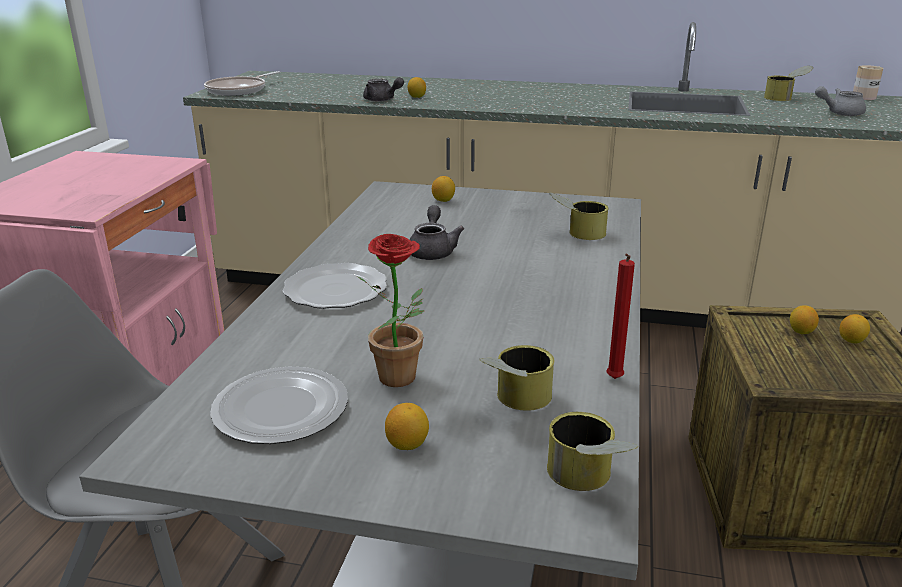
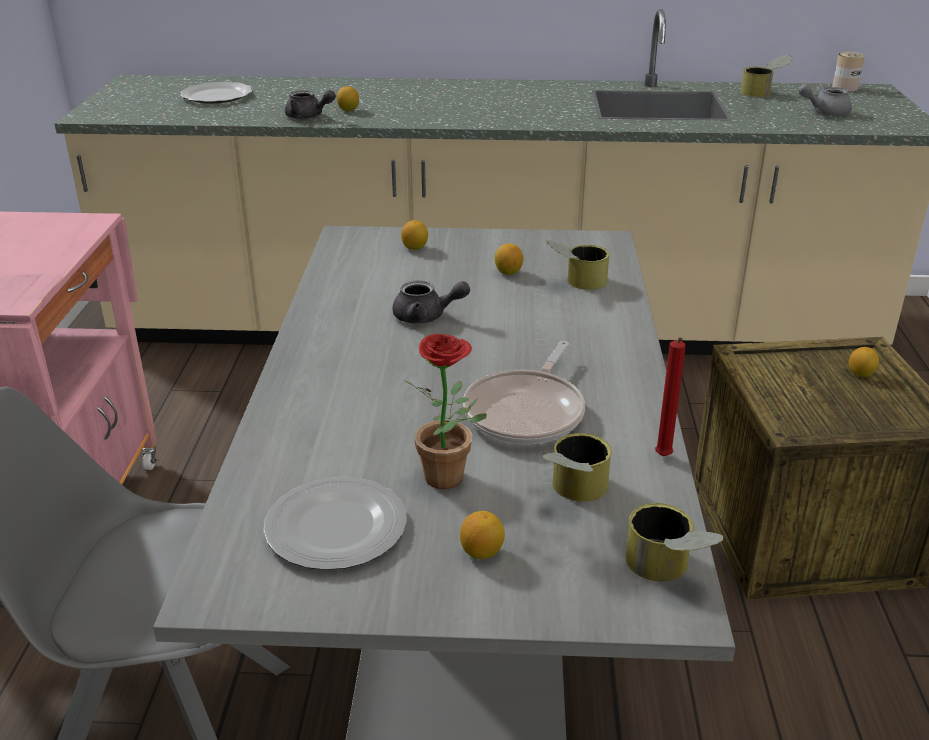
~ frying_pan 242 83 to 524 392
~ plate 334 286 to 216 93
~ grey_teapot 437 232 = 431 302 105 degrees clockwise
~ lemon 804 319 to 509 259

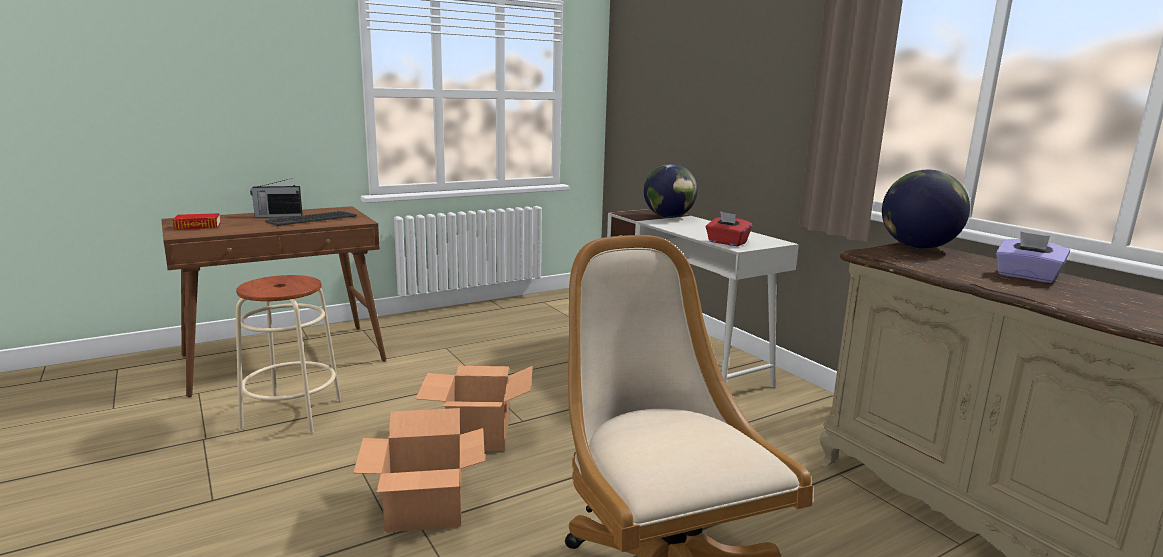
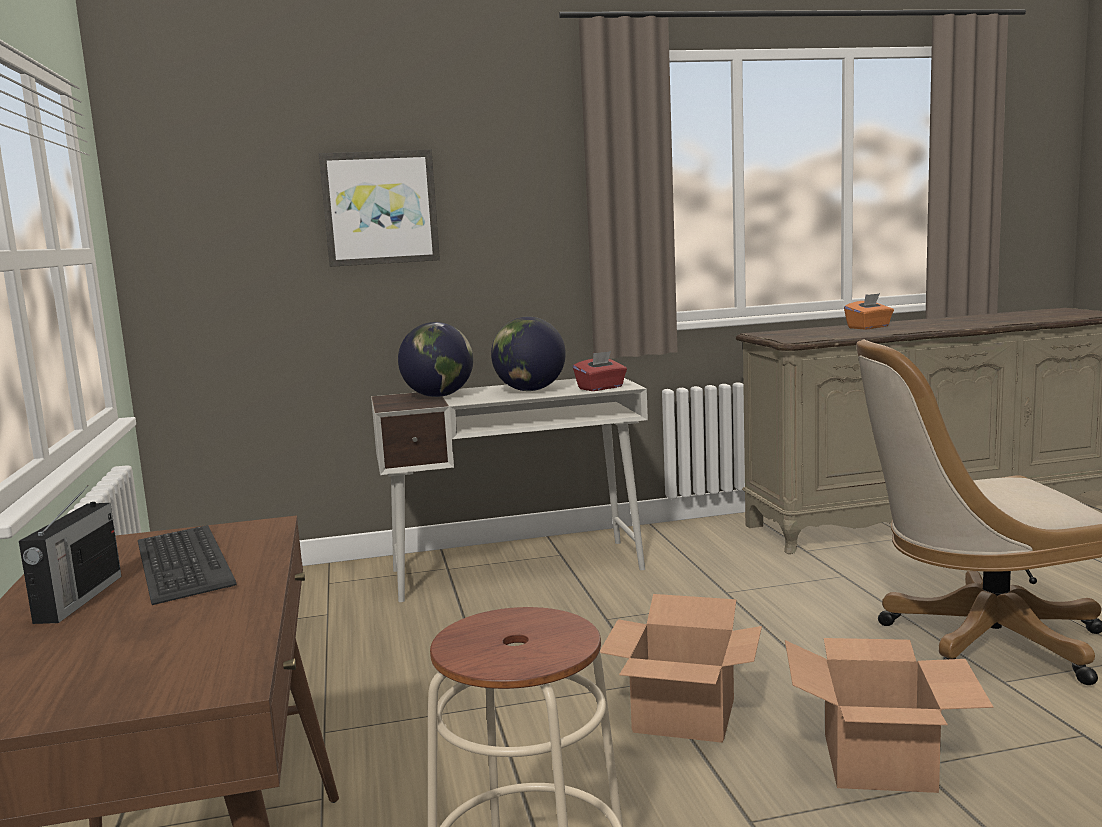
- book 197 221
~ globe 926 209 to 528 354
~ purple_tissue_box 1033 257 to orange_tissue_box 869 311
+ picture 379 208

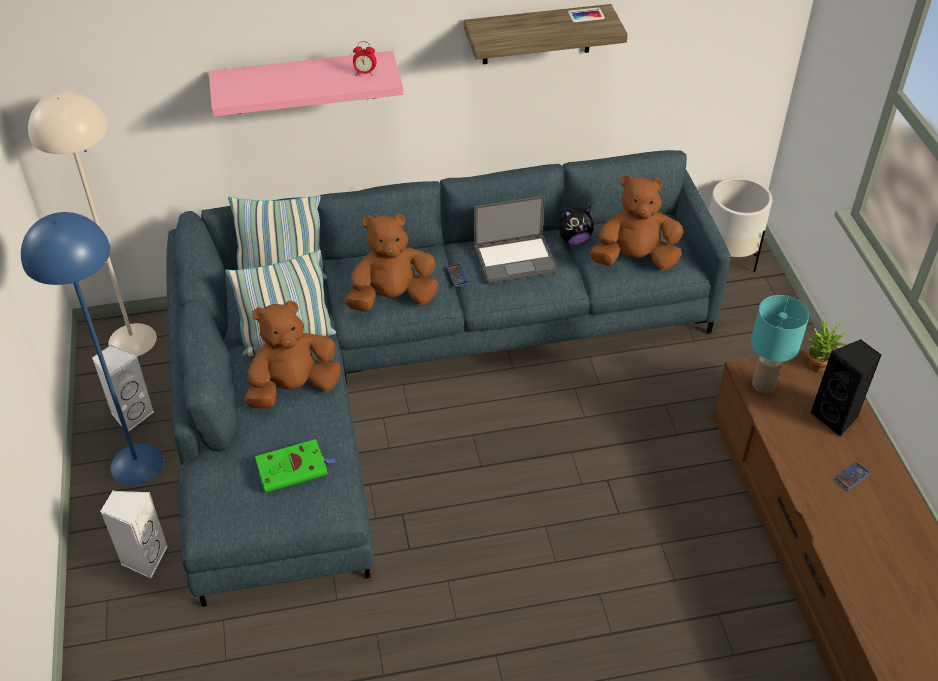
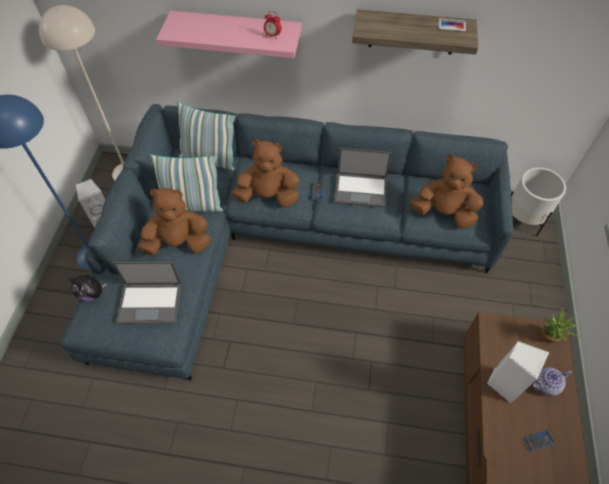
~ white_speaker 134 534 to 518 372
~ green_book 295 466 to laptop 147 293
~ plush_toy 576 225 to 87 287
- turquoise_table_lamp 780 344
~ black_speaker 846 387 to teapot 552 381

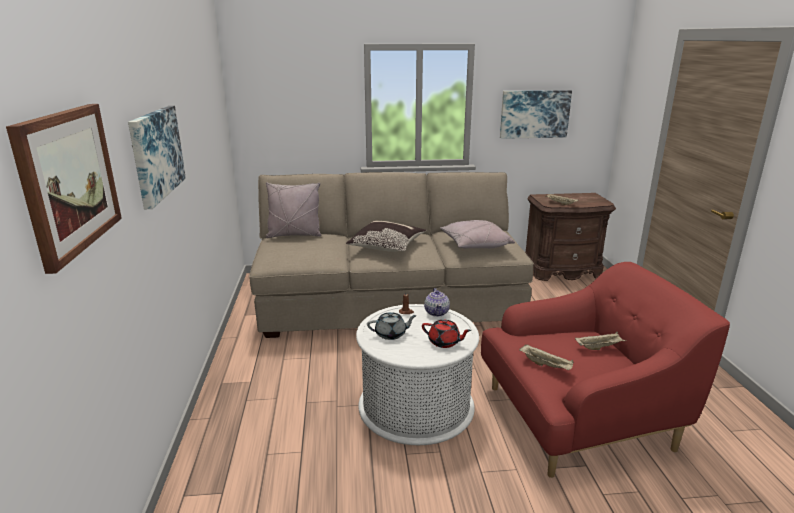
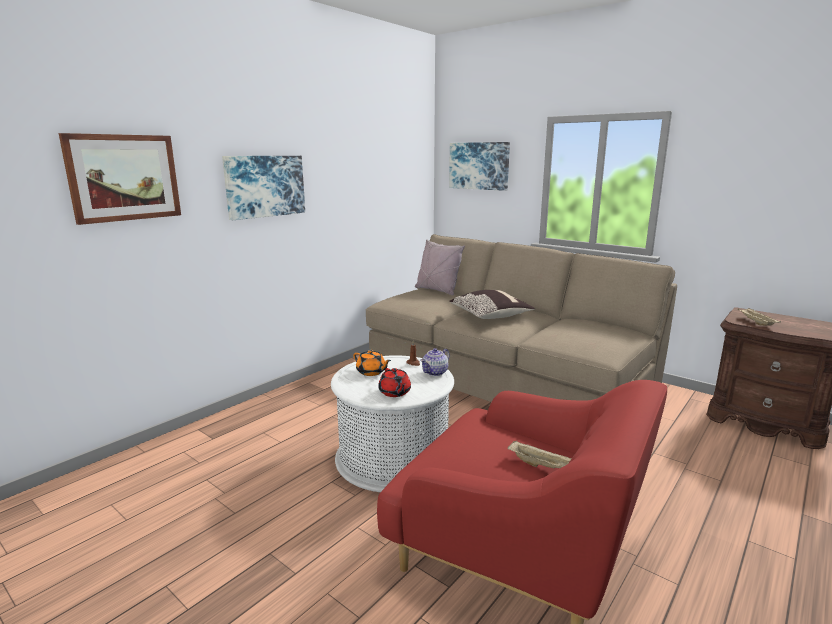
~ grey_teapot 392 326 to orange_teapot 372 363
- purple_pillow 477 234
~ picture 536 114 to 479 166
- beige_tray 546 357

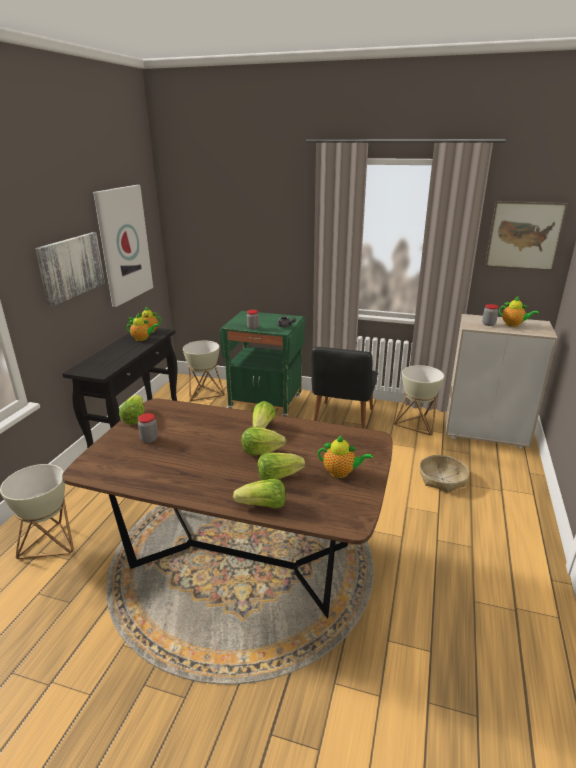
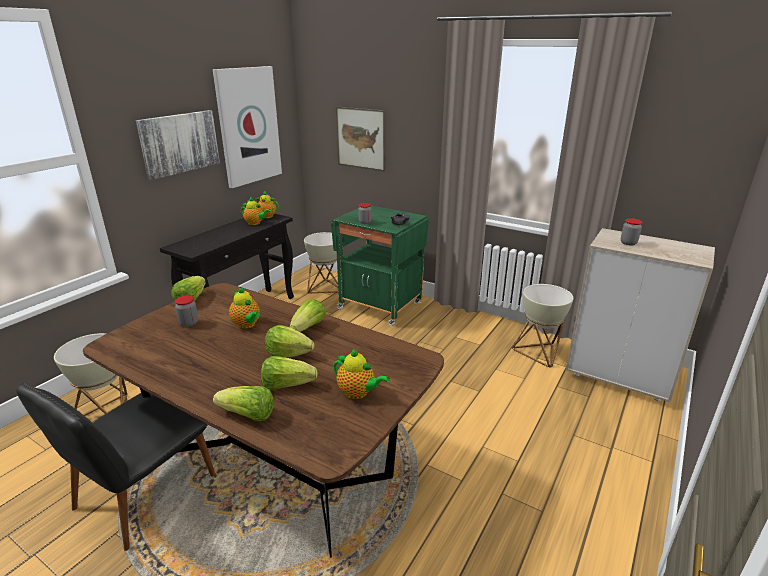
~ black_chair 344 388 to 115 467
- basket 444 474
~ picture 526 236 to 361 139
~ teapot 519 312 to 244 308

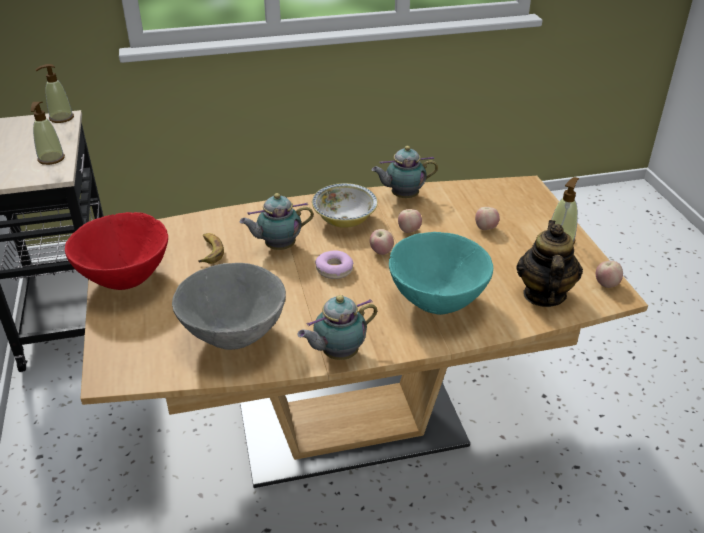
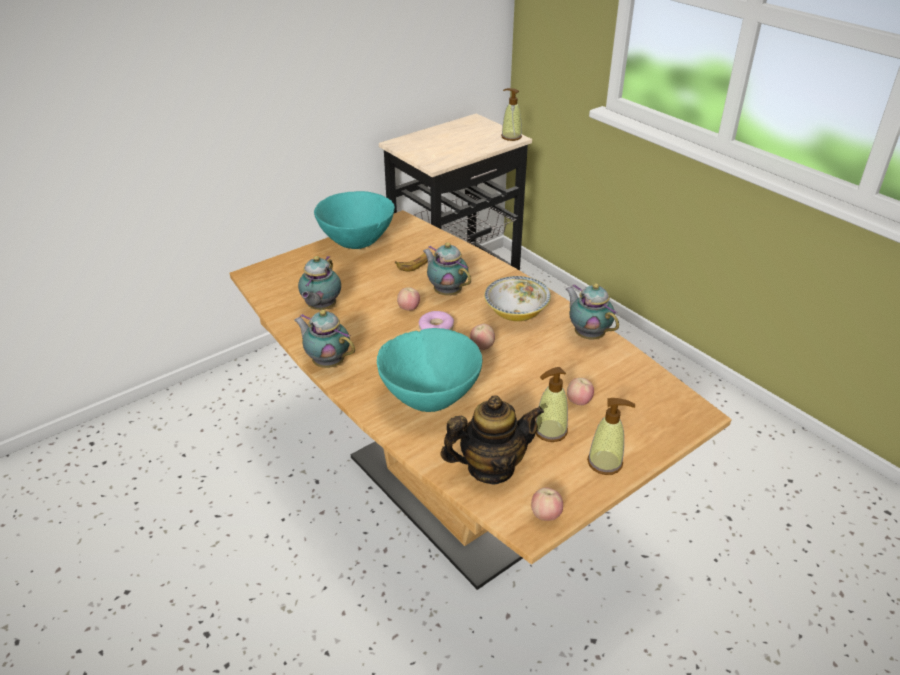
~ soap_dispenser 48 133 to 552 404
~ red_bowl 116 251 to turquoise_bowl 354 220
~ grey_bowl 229 306 to teapot 319 283
~ apple 410 221 to 408 299

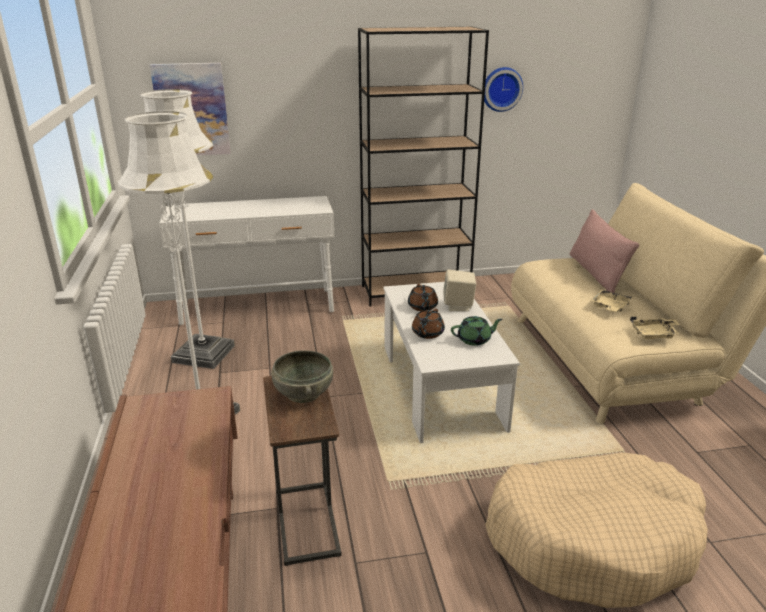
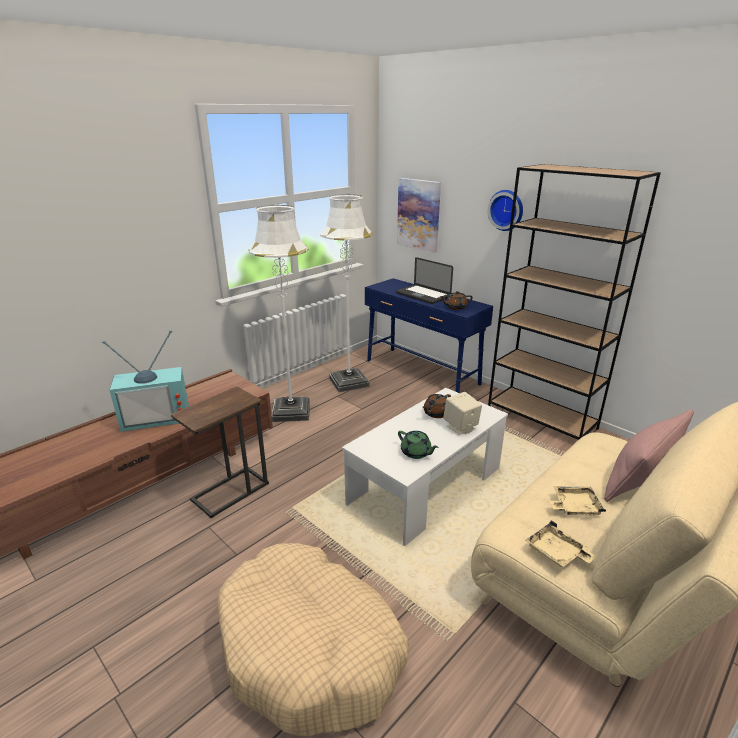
~ white_console_table 246 260 to blue_console_table 429 335
- grey_bowl 302 376
~ brown_teapot 428 324 to 456 300
~ wall_clock 503 89 to 505 210
+ television 145 381
+ laptop 424 280

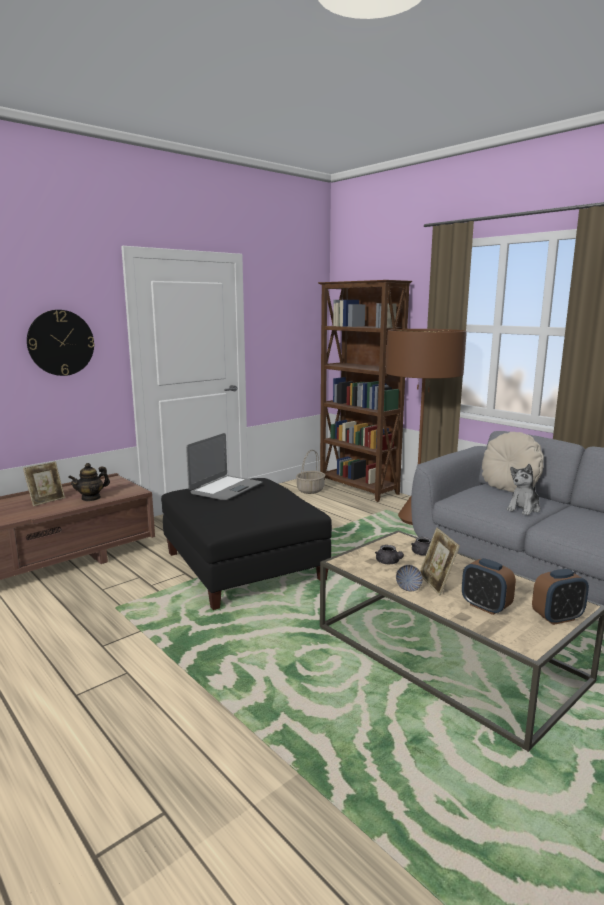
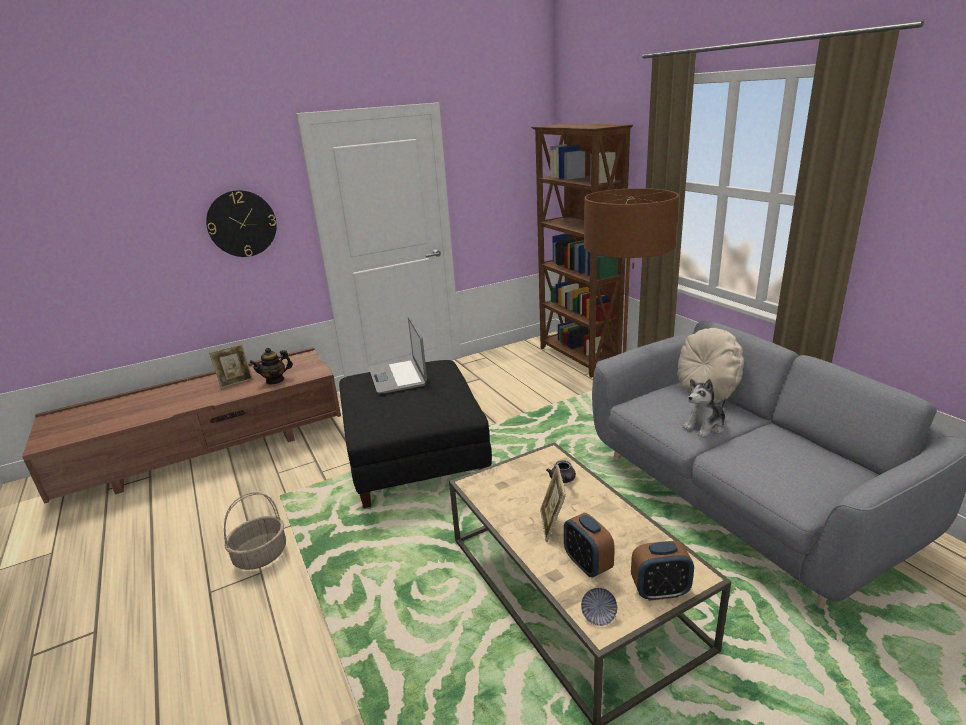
~ laptop 224 466 = 398 355 120 degrees clockwise
~ basket 310 472 to 255 531
- grey_teapot 389 554
~ bowl 409 578 to 599 606

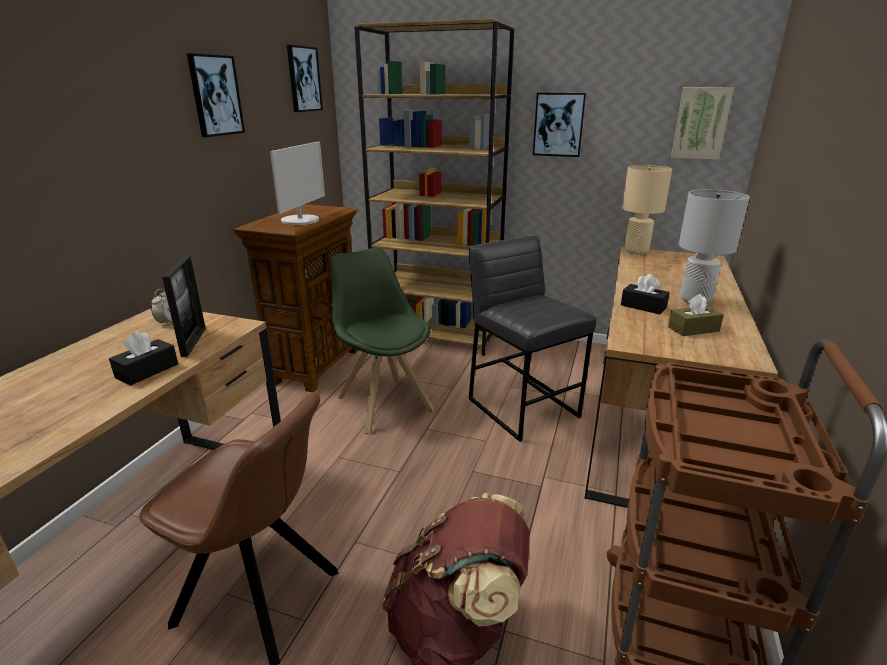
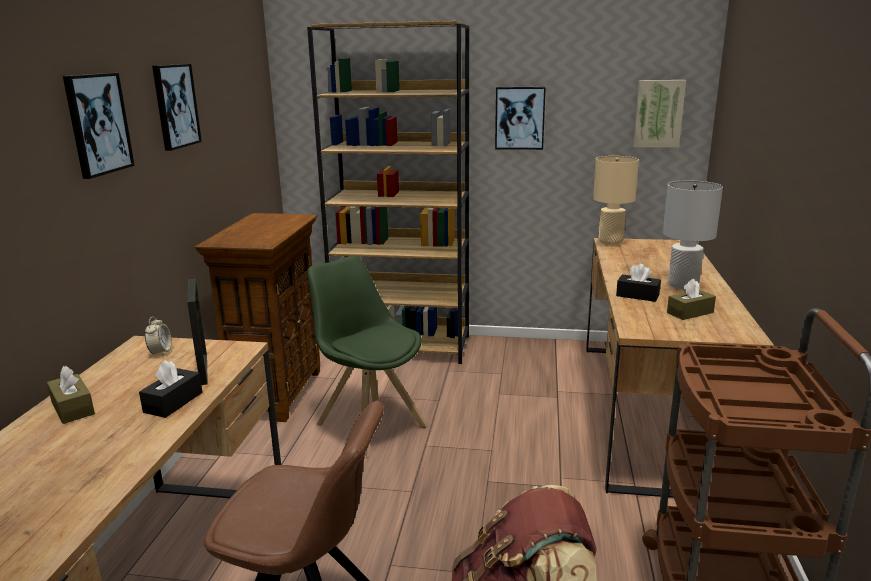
- monitor 297 183
~ picture 305 78 to 99 126
- grey_stool 532 339
+ brown_tissue_box 71 395

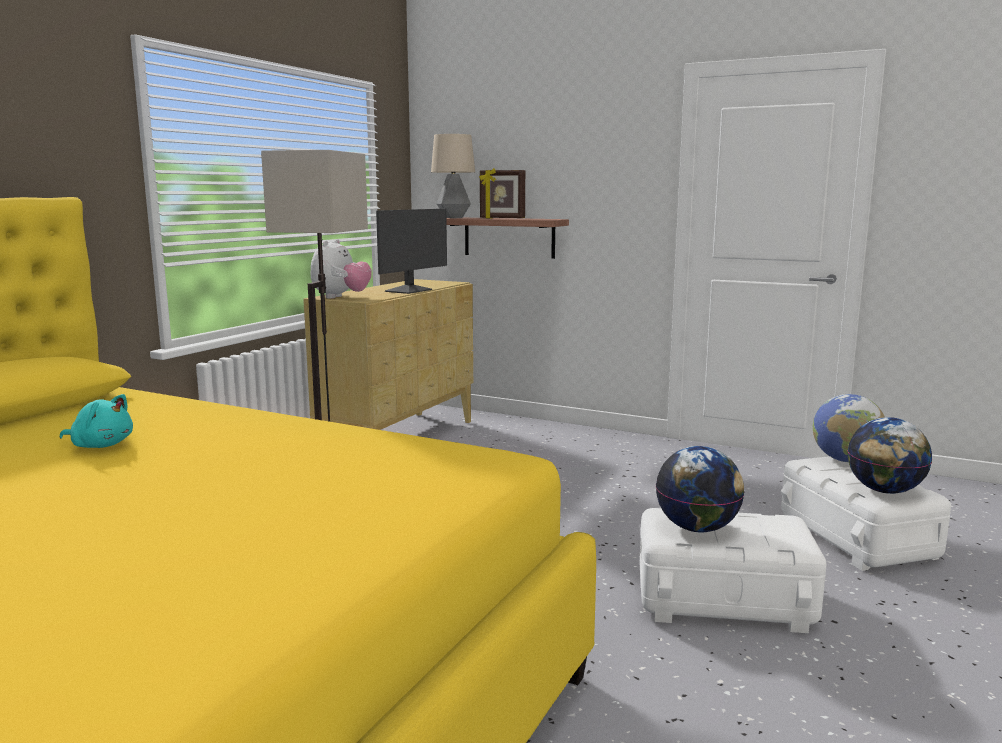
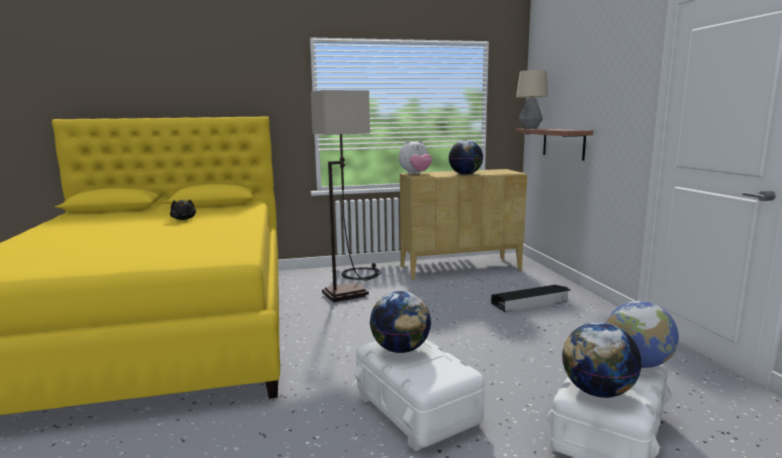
~ turquoise_plush_toy 96 421 to black_plush_toy 183 209
~ monitor 411 251 to globe 465 157
- picture_frame 502 193
+ black_storage_box 531 298

